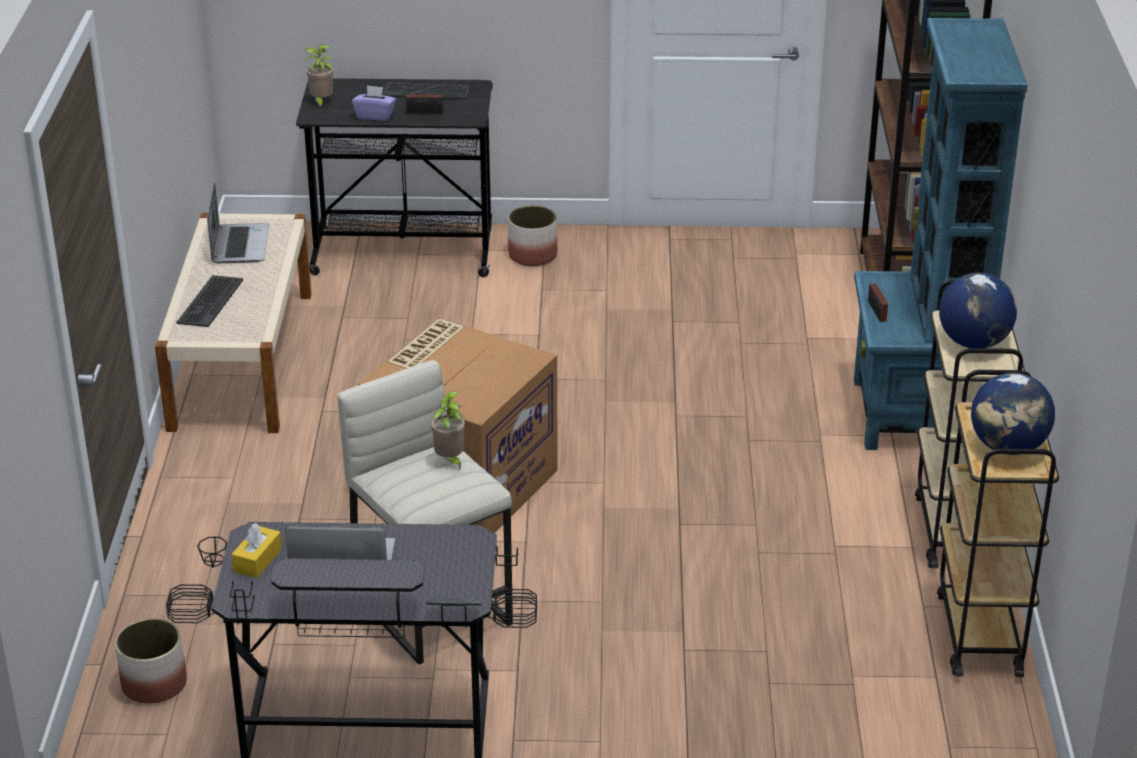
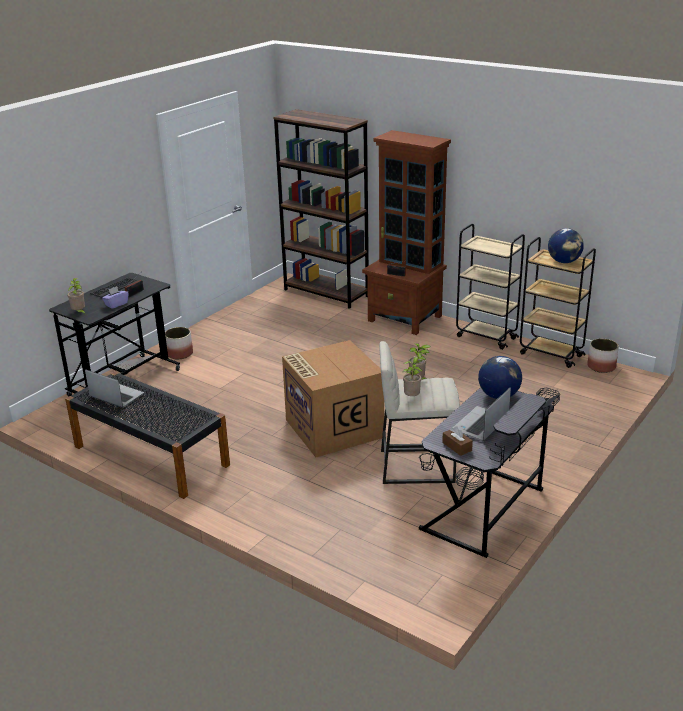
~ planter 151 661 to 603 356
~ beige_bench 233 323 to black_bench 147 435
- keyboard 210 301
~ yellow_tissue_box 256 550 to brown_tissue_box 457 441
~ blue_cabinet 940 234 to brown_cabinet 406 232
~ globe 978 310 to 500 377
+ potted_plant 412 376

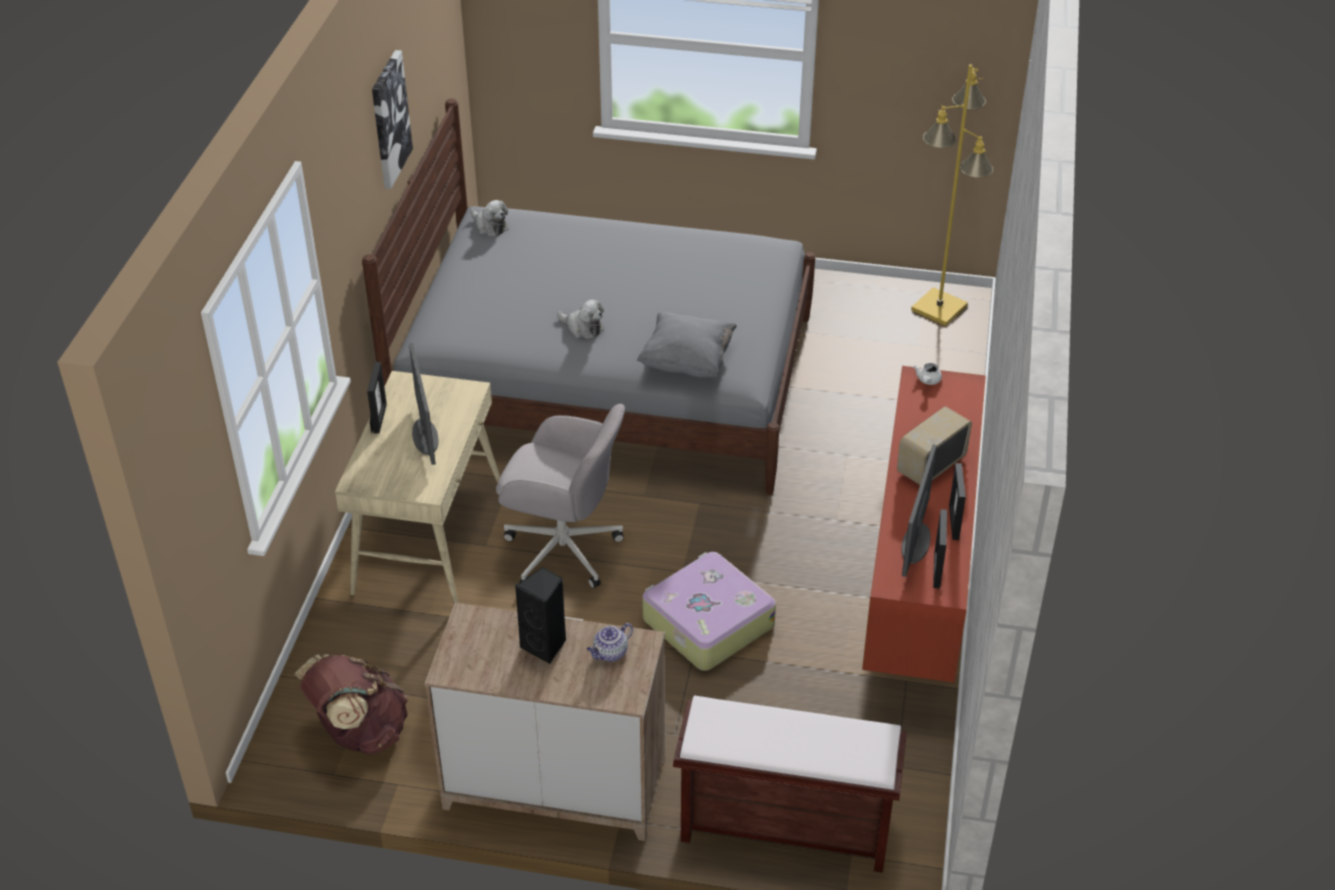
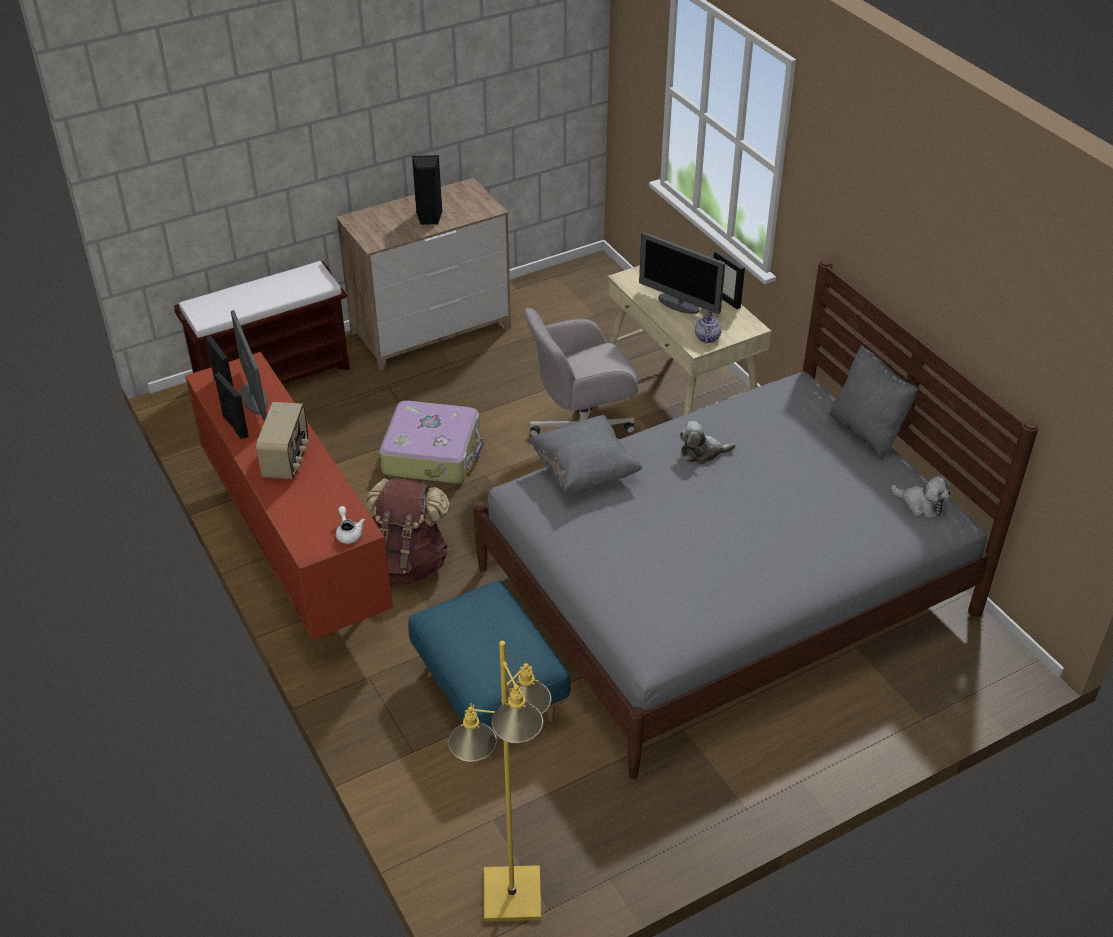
~ brown_backpack 351 704 to 407 531
- picture 392 119
~ plush_toy 489 218 = 920 497 150 degrees counterclockwise
~ teapot 610 642 to 708 327
+ blue_ottoman 489 655
+ grey_pillow 873 402

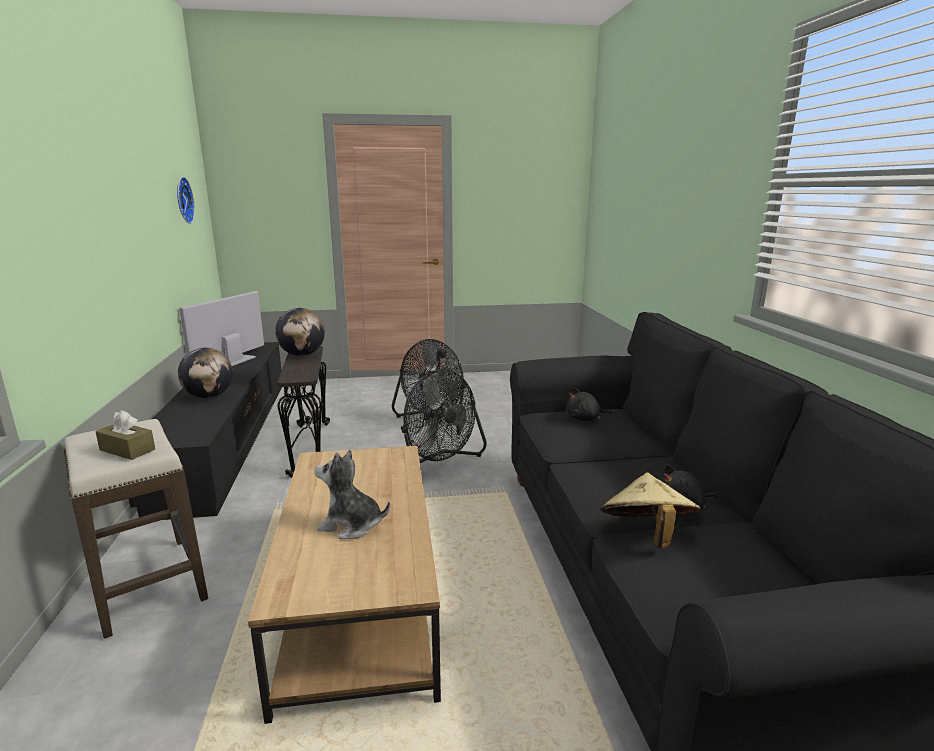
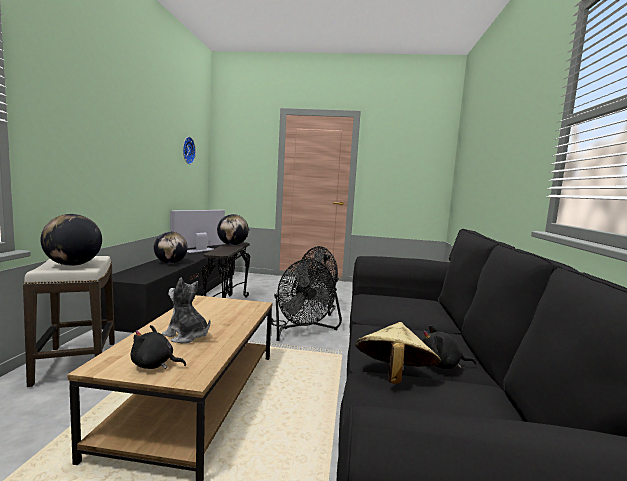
~ brown_tissue_box 125 435 to globe 71 240
~ black_plush_toy 589 404 to 158 347

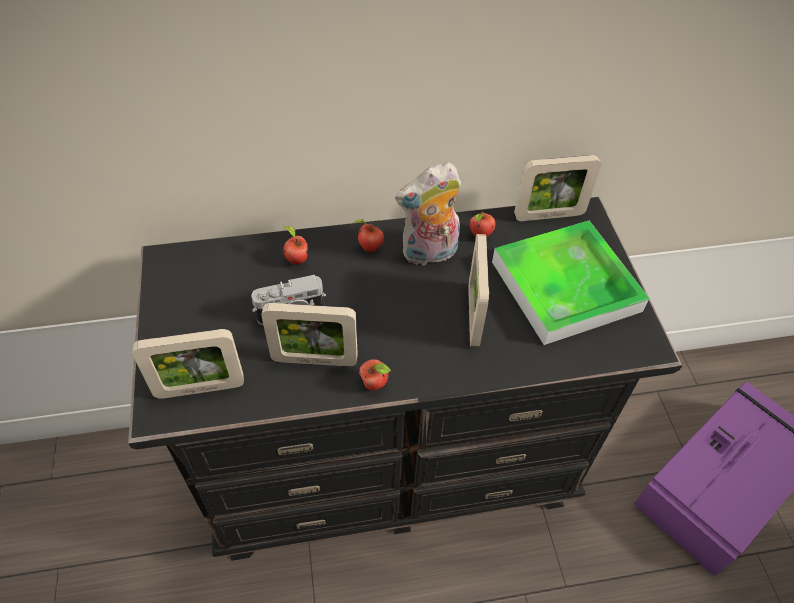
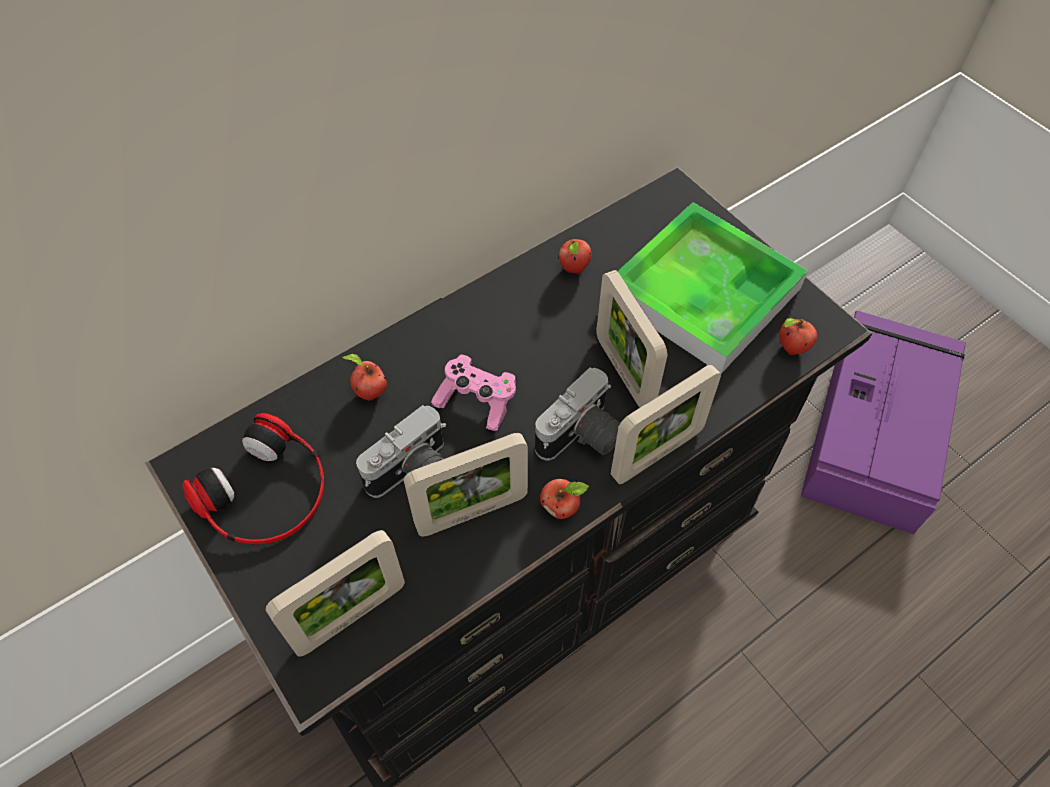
~ apple 369 235 to 798 336
- plush_toy 428 214
~ picture_frame 557 188 to 666 424
+ headphones 253 479
+ pink_game_controller 474 393
+ photo_camera 577 414

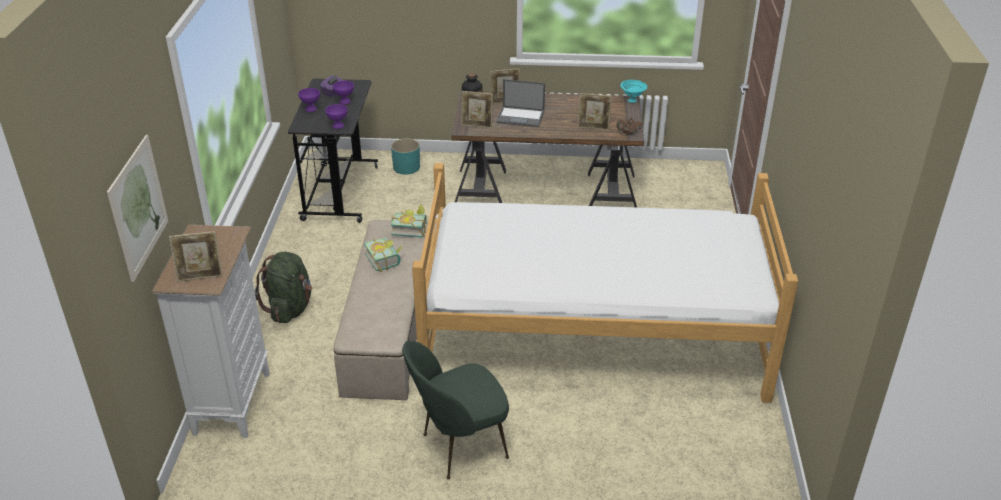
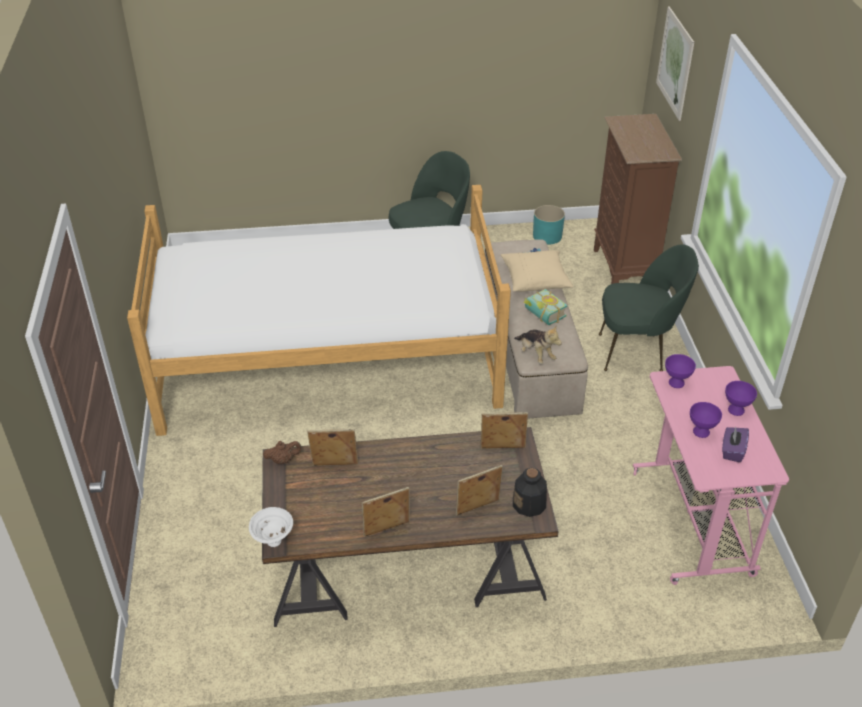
~ white_dresser 211 331 to brown_dresser 638 199
~ picture_frame 196 256 to 385 512
~ green_backpack 283 287 to green_chair 649 307
~ black_desk 333 151 to pink_desk 711 475
~ turquoise_planter 405 156 to 549 225
~ book 409 221 to plush_toy 538 344
- laptop 520 103
~ turquoise_bowl 634 91 to white_bowl 271 527
+ beige_pillow 537 270

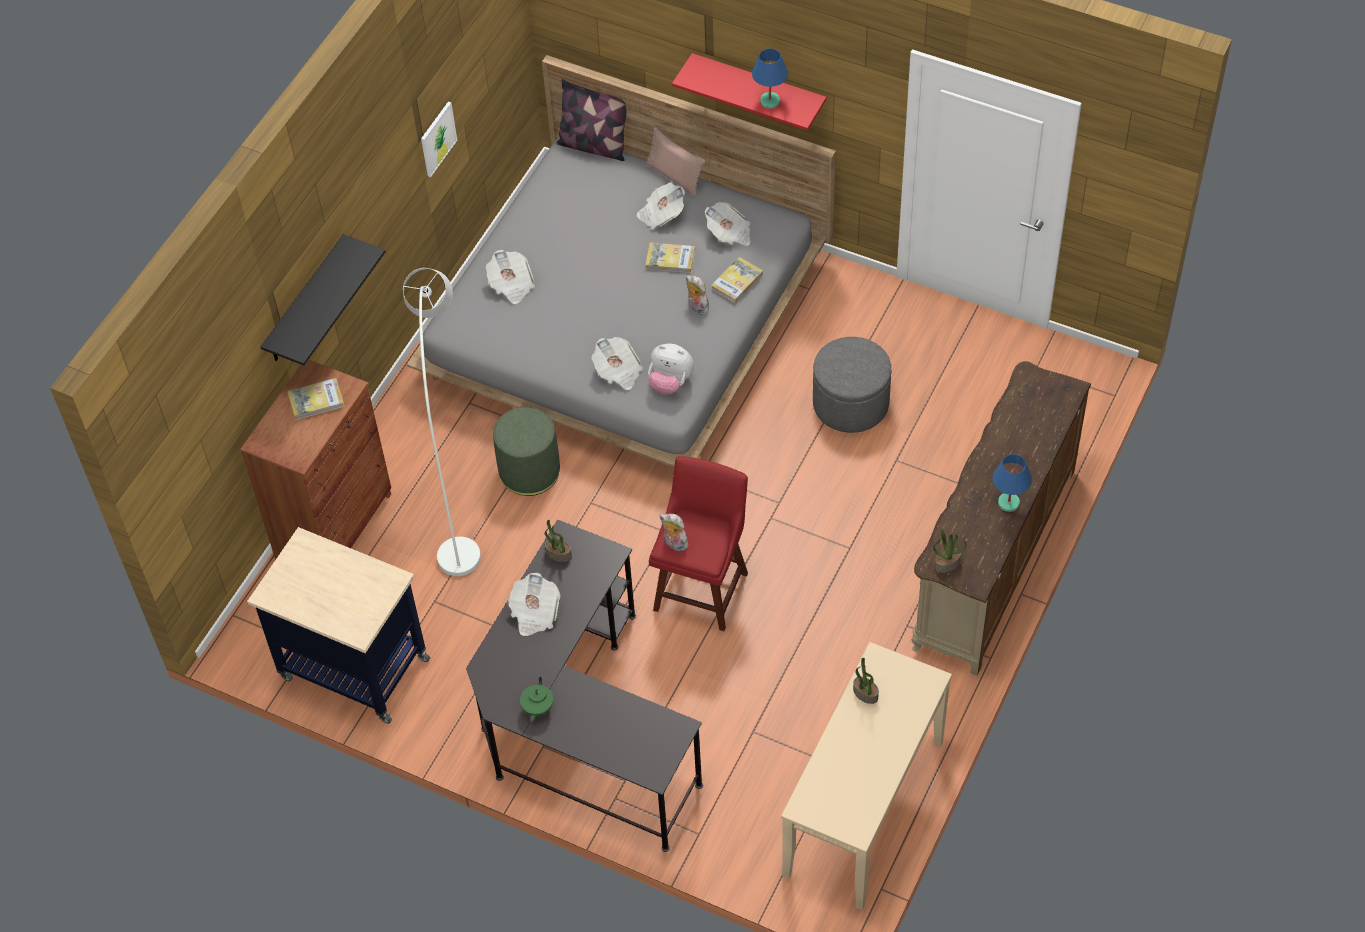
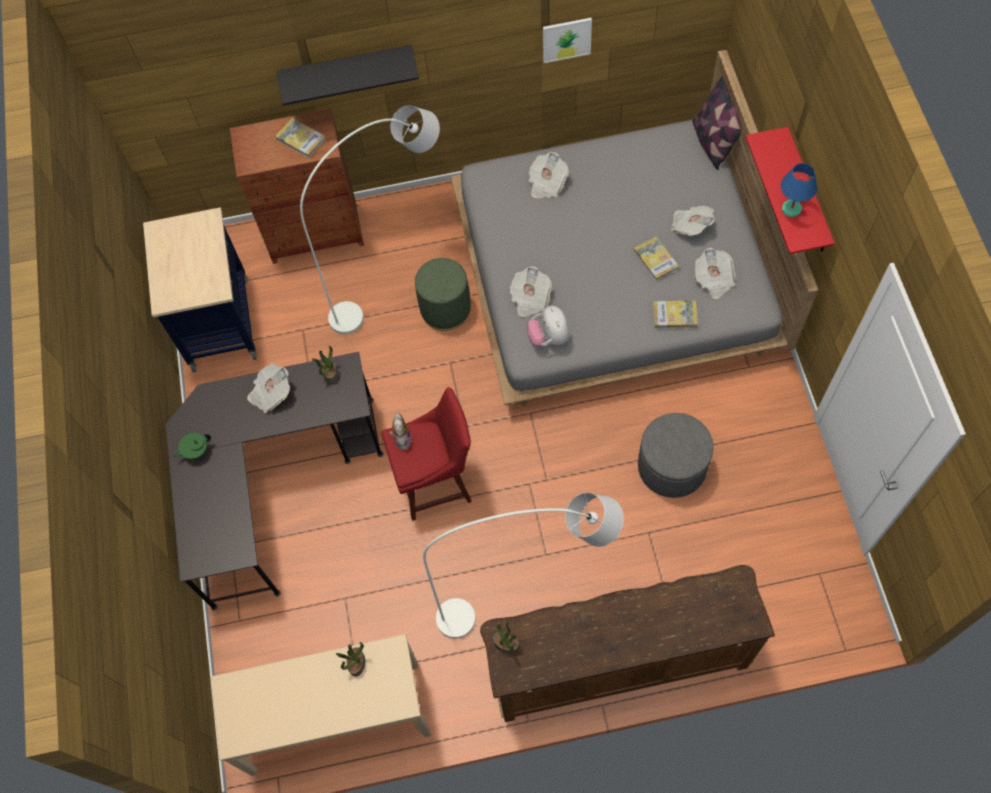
- beige_pillow 675 162
- plush_toy 697 295
- blue_table_lamp 1012 483
+ white_floor_lamp 523 566

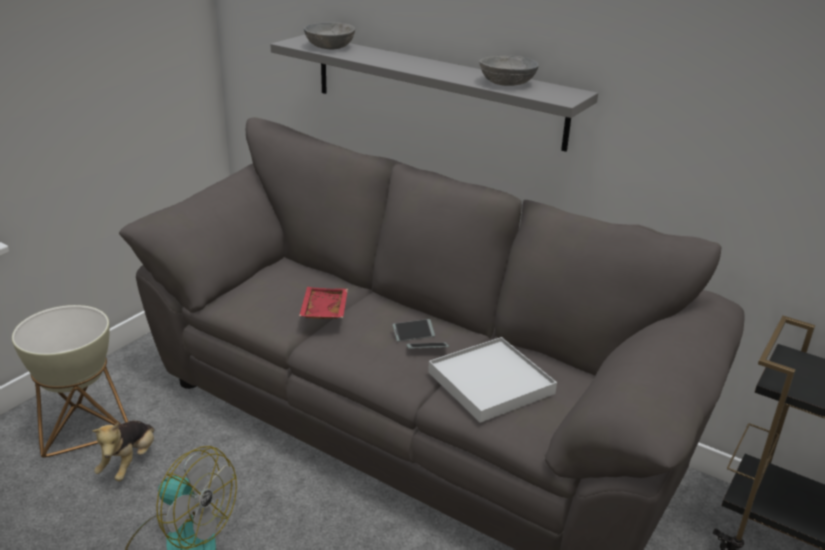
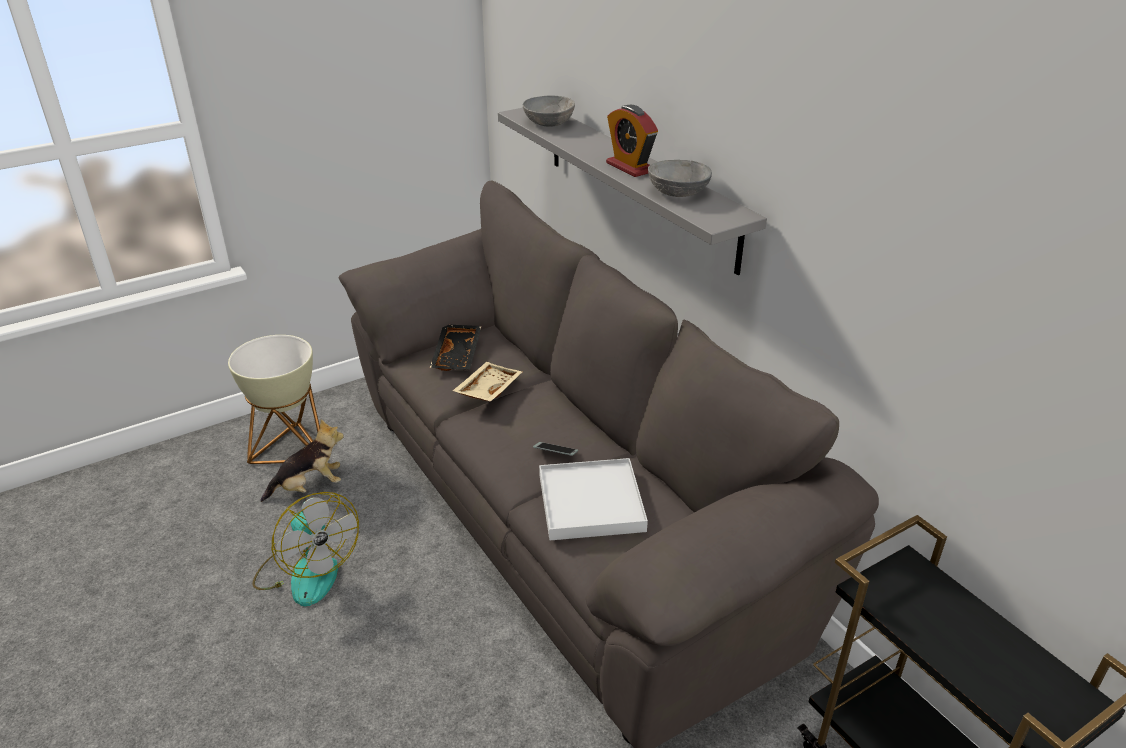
~ plush_toy 123 450 = 302 460 150 degrees counterclockwise
~ red_tray 323 303 to beige_tray 487 382
- phone 414 330
+ black_tray 455 348
+ alarm_clock 632 141

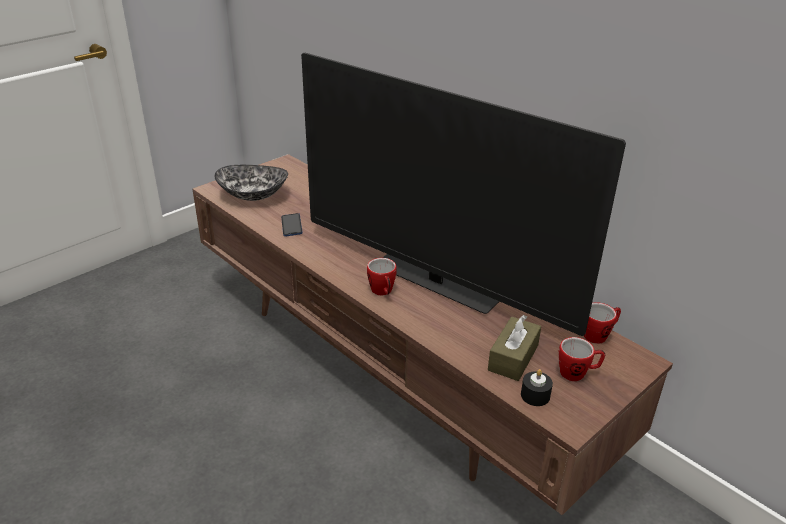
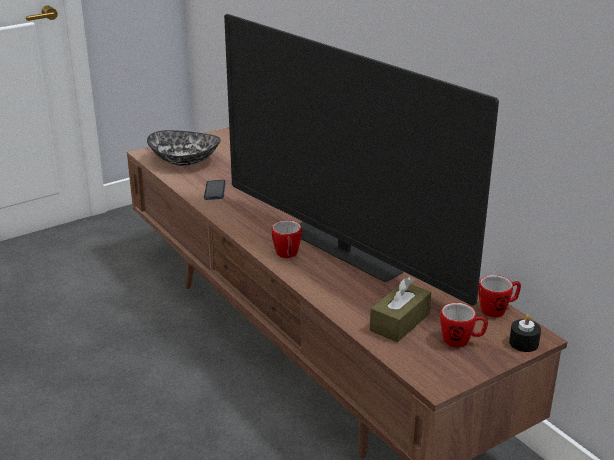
~ black_candle 537 387 to 525 333

